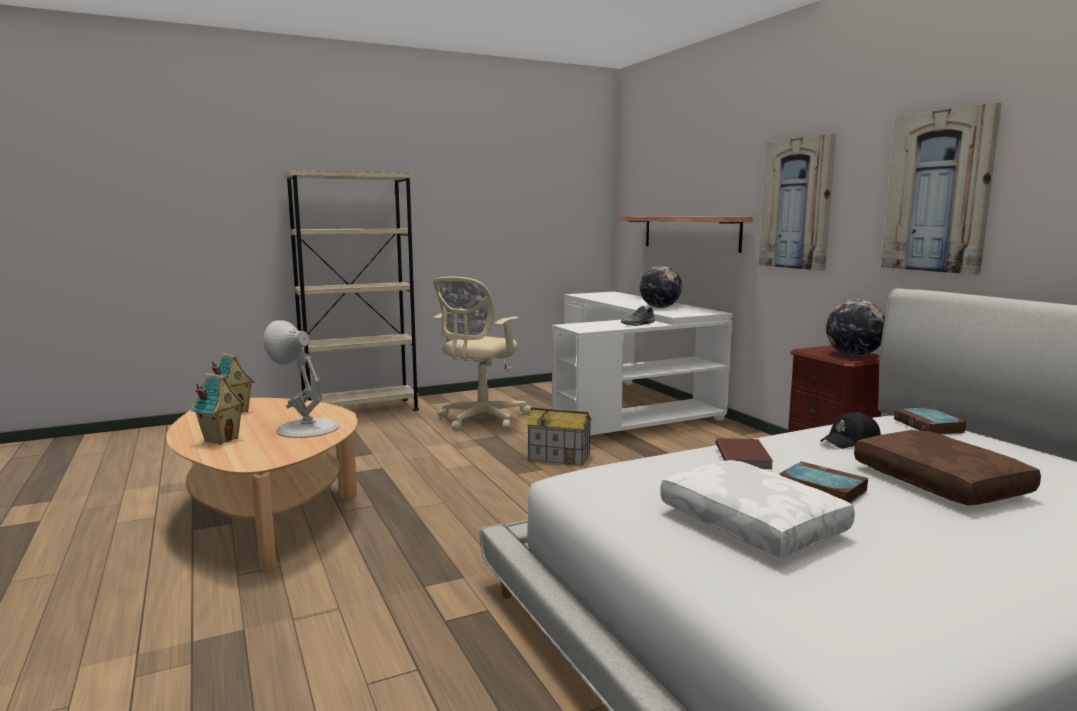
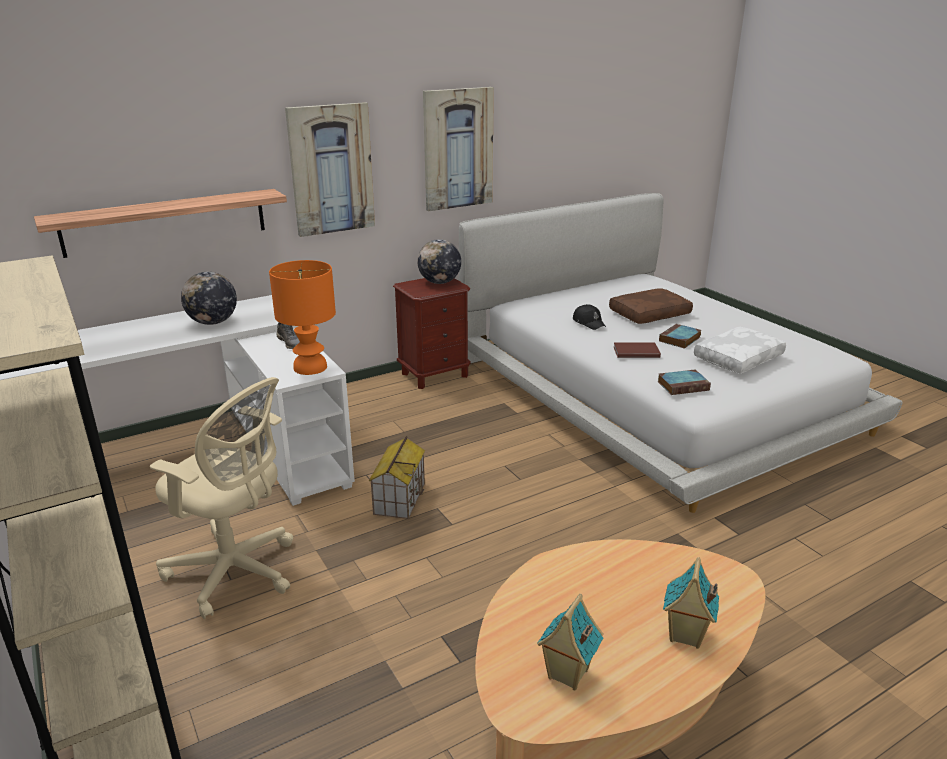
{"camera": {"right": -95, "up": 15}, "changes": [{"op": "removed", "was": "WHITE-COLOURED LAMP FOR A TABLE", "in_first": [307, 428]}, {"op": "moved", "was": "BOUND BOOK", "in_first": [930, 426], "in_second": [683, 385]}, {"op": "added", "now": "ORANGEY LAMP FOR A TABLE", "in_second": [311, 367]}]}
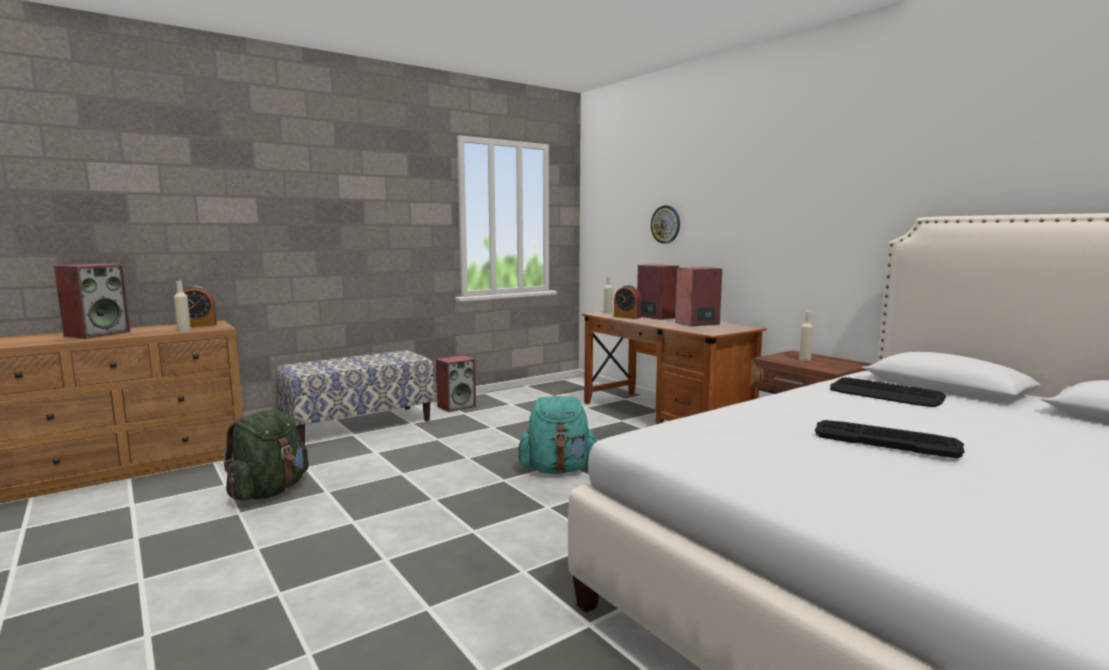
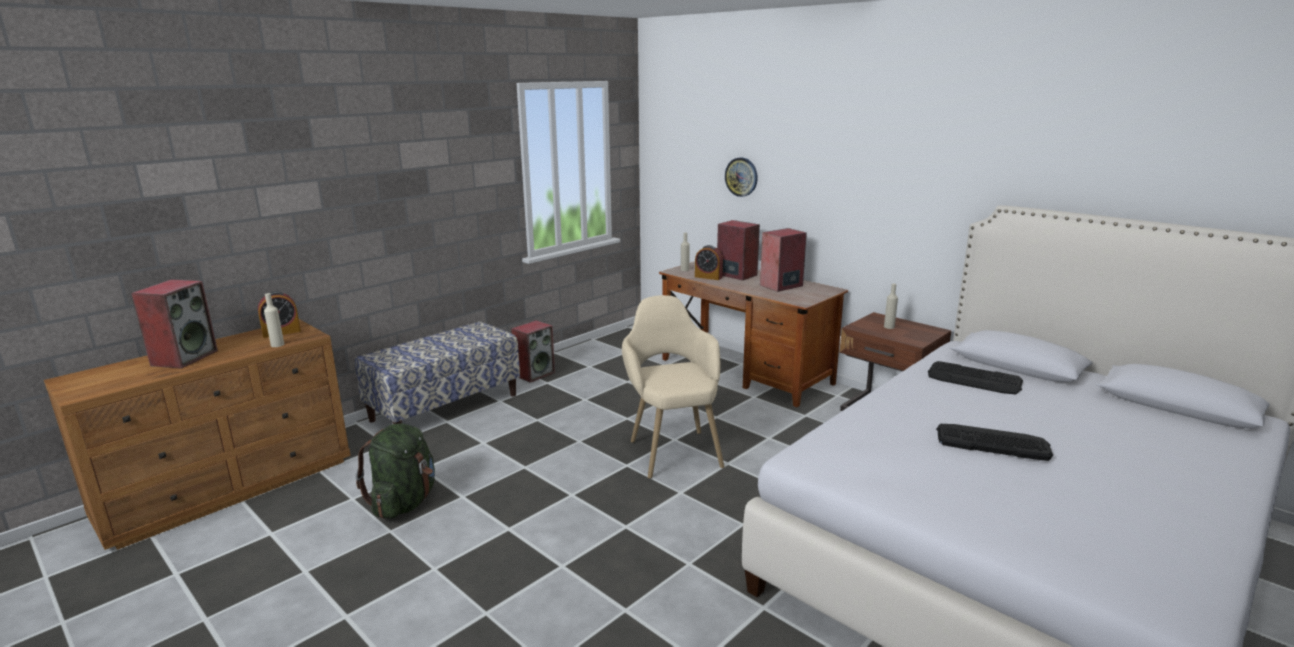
{"camera": {"right": -10, "up": 10}, "changes": [{"op": "replaced", "was": "BLUE-GREEN RUCKSACK", "now": "SAND-COLOURED ARMCHAIR", "in_first": [558, 469], "in_second": [672, 448]}]}
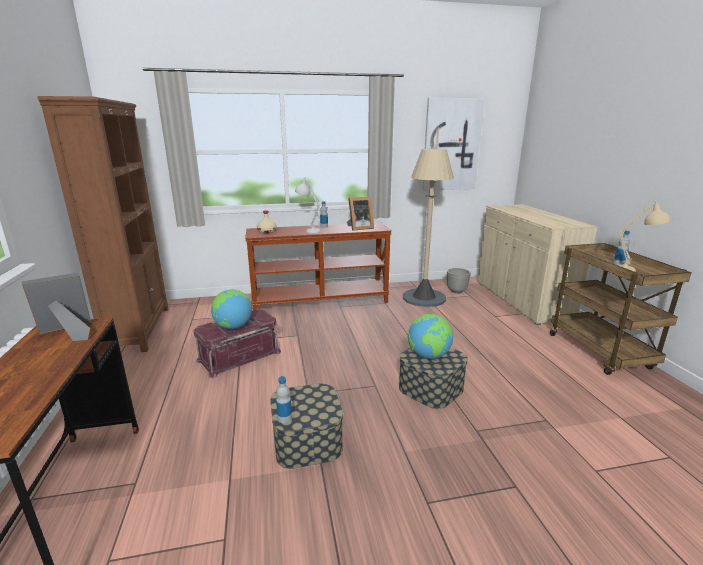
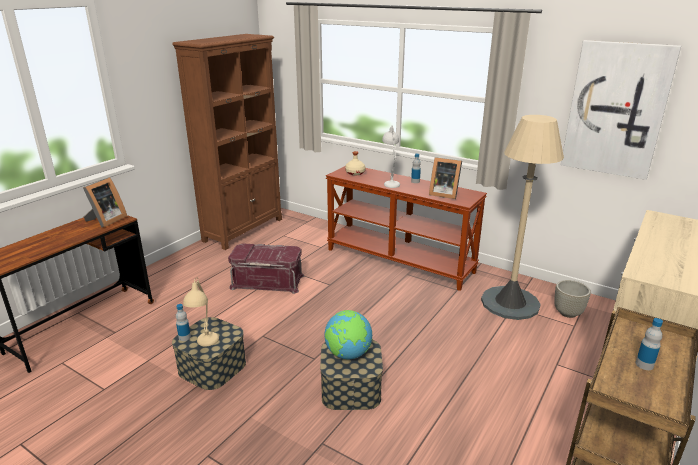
{"camera": {"right": 45, "up": 5}, "changes": [{"op": "moved", "was": "SAND-COLOURED LAMP FOR A TABLE", "in_first": [633, 272], "in_second": [205, 345]}, {"op": "turned", "was": "STANDING FRAME", "in_first": [69, 333], "in_second": [106, 220], "clockwise": 105}, {"op": "removed", "was": "GLOBE", "in_first": [233, 327]}]}
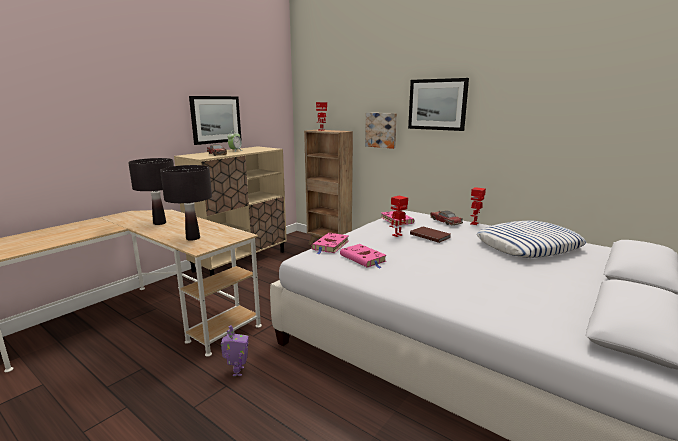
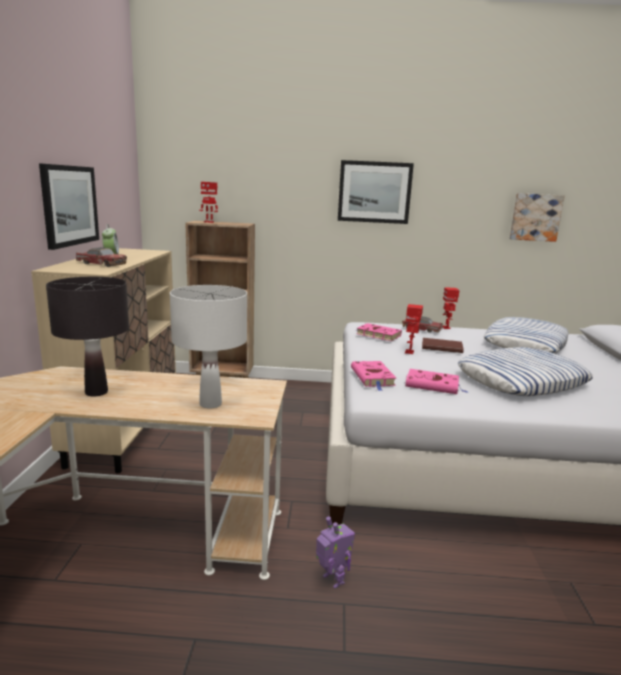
{"camera": {"right": -35, "up": 0}, "changes": [{"op": "moved", "was": "WALL PICTURE", "in_first": [381, 130], "in_second": [535, 217]}, {"op": "recoloured", "was": "BLACK-COLOURED LAMP FOR A TABLE", "now": "WHITE-COLOURED LAMP FOR A TABLE", "in_first": [193, 238], "in_second": [210, 404]}, {"op": "added", "now": "PILLOW", "in_second": [522, 380]}]}
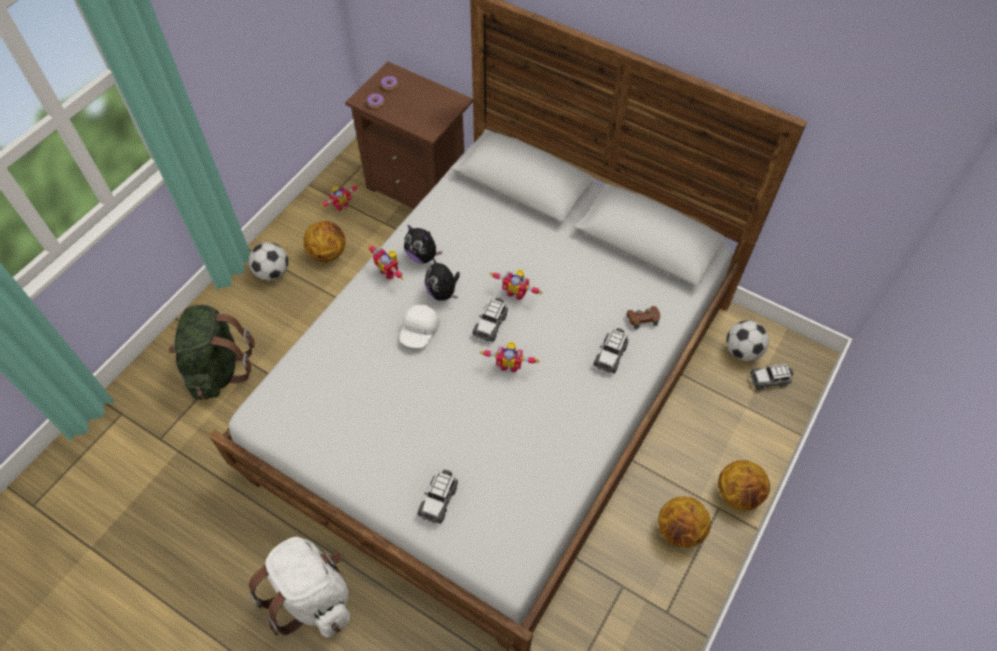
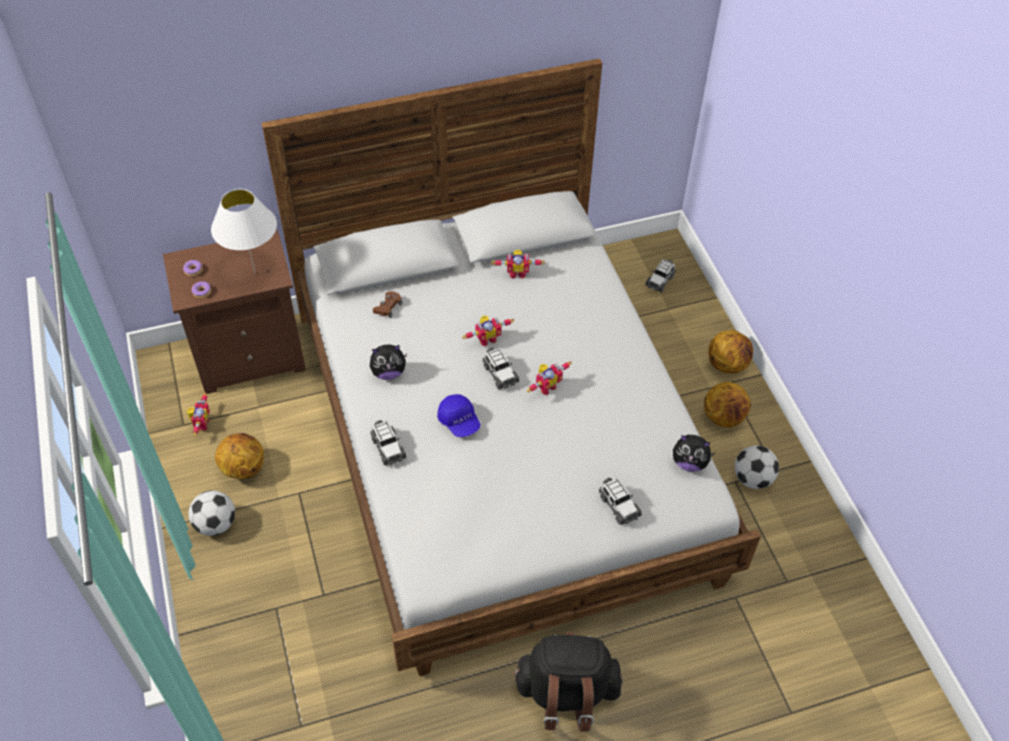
{"camera": {"right": -50, "up": -5}, "changes": [{"op": "moved", "was": "TOY ROBOT", "in_first": [390, 271], "in_second": [517, 273]}, {"op": "moved", "was": "SOFT TOY", "in_first": [443, 293], "in_second": [689, 462]}, {"op": "removed", "was": "GREEN RUCKSACK", "in_first": [218, 369]}, {"op": "recoloured", "was": "WHITE-COLOURED BASEBALL CAP", "now": "BLUE-COLOURED BASEBALL CAP", "in_first": [419, 331], "in_second": [459, 421]}, {"op": "moved", "was": "BROWNISH JOYPAD", "in_first": [643, 319], "in_second": [388, 307]}, {"op": "moved", "was": "BALL FOR FOOTBALL", "in_first": [742, 351], "in_second": [752, 478]}, {"op": "moved", "was": "MODEL CAR", "in_first": [610, 355], "in_second": [388, 448]}, {"op": "recoloured", "was": "WHITE-COLOURED RUCKSACK", "now": "BLACK-COLOURED RUCKSACK", "in_first": [312, 595], "in_second": [566, 693]}, {"op": "added", "now": "WHITE-COLOURED LAMP FOR A TABLE", "in_second": [254, 273]}]}
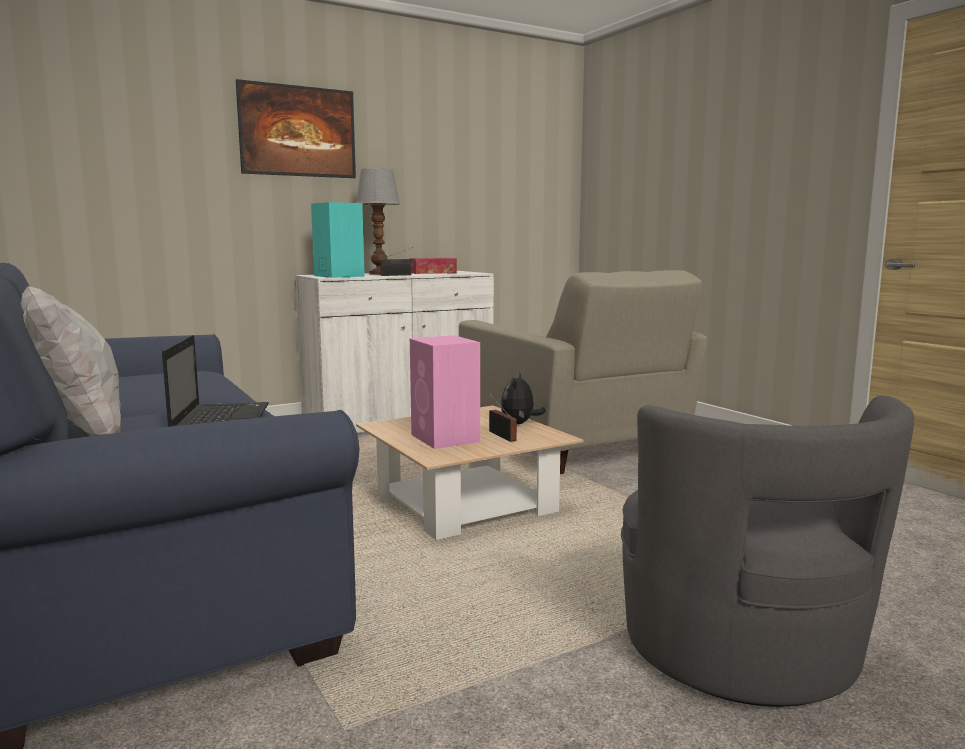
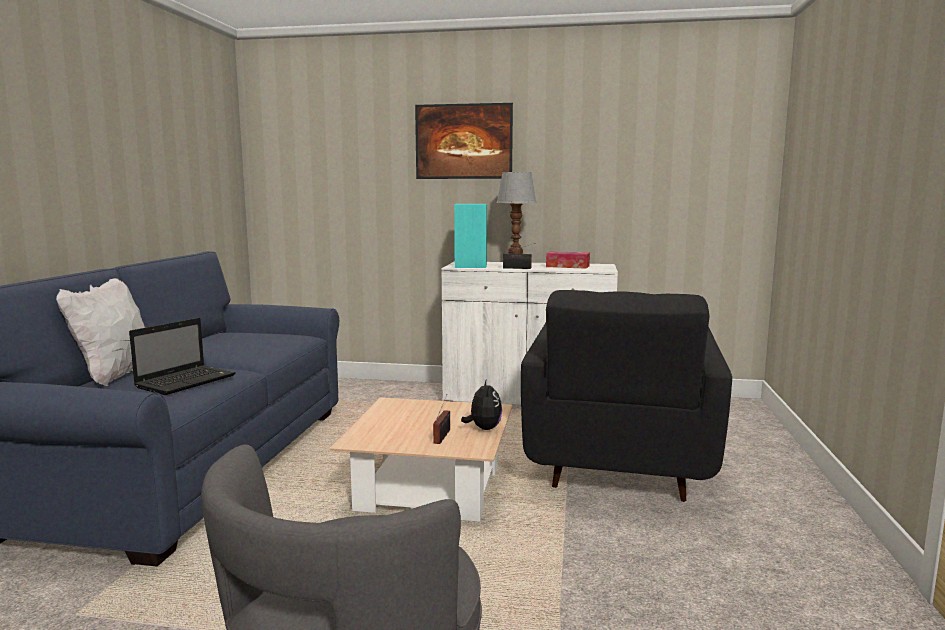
{"camera": {"right": 40, "up": 0}, "changes": [{"op": "recoloured", "was": "SAND-COLOURED ARMCHAIR", "now": "BLACK-COLOURED ARMCHAIR", "in_first": [574, 449], "in_second": [618, 466]}, {"op": "removed", "was": "PINK LOUDSPEAKER", "in_first": [445, 438]}, {"op": "turned", "was": "SOFT TOY", "in_first": [519, 424], "in_second": [483, 428], "clockwise": 120}]}
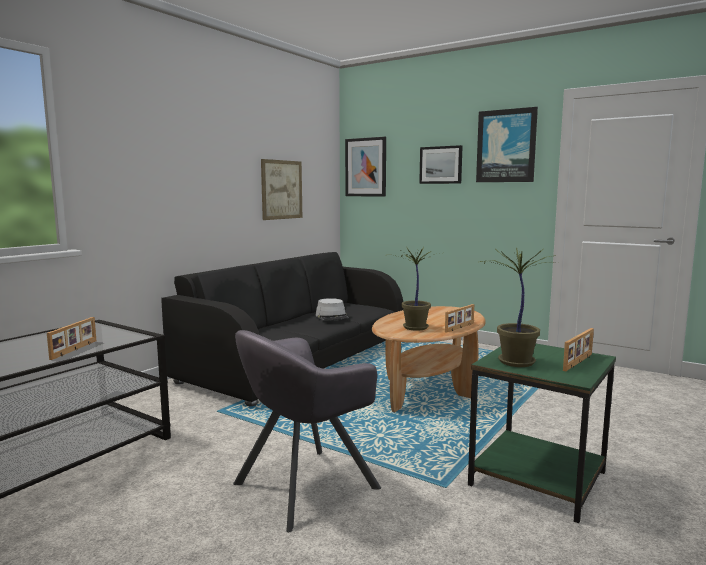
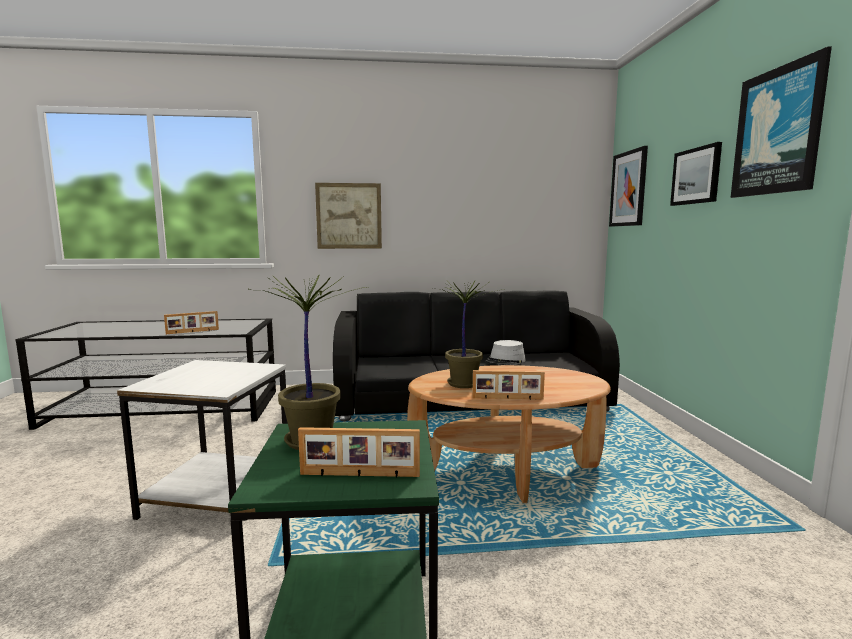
{"camera": {"right": 50, "up": 0}, "changes": [{"op": "moved", "was": "WALL PICTURE", "in_first": [281, 189], "in_second": [349, 216]}, {"op": "replaced", "was": "GRAY ARMCHAIR", "now": "WHITE-COLOURED END TABLE", "in_first": [304, 486], "in_second": [217, 494]}]}
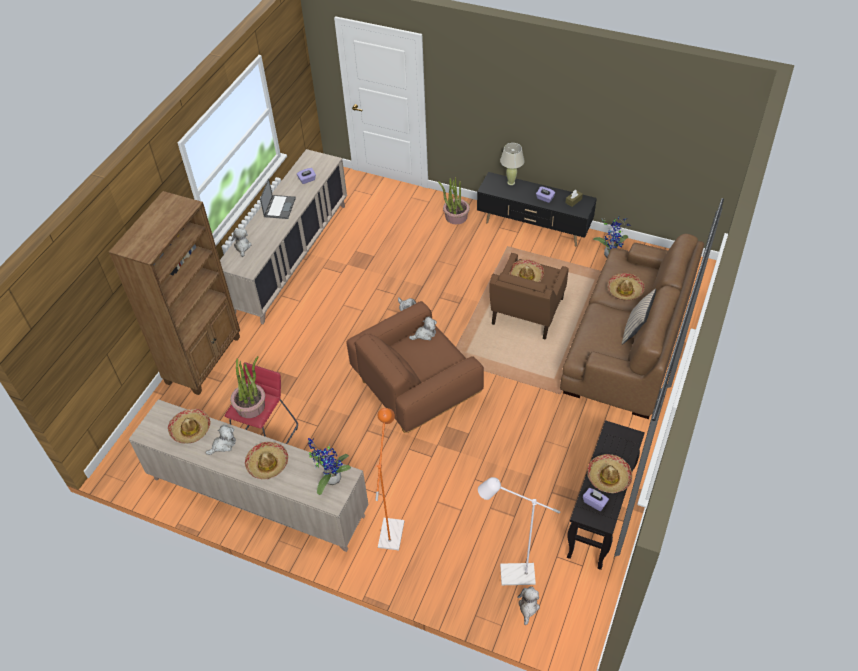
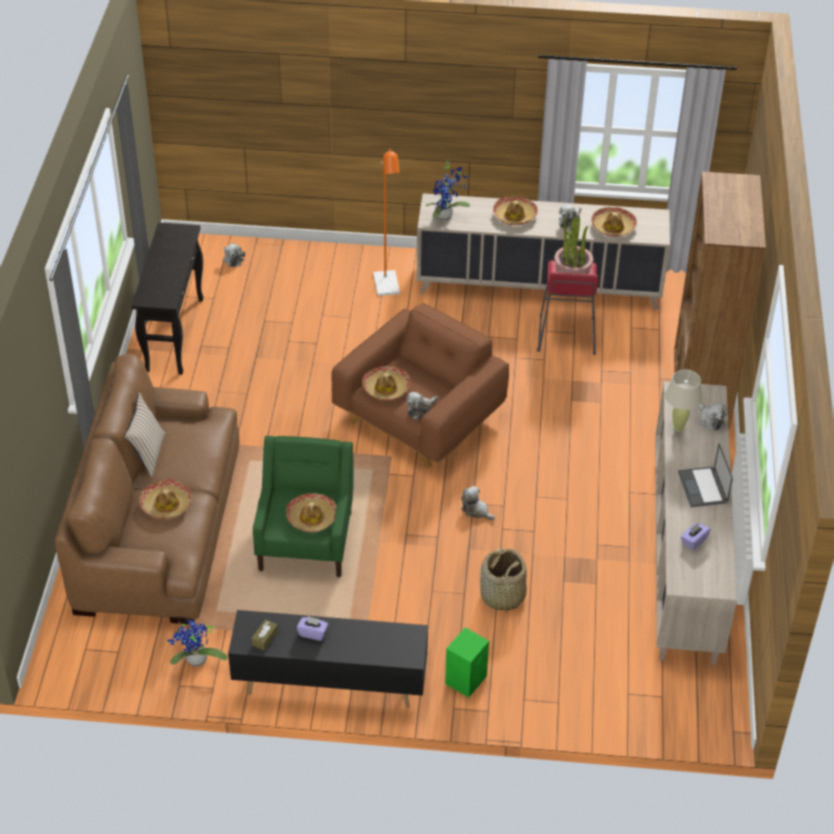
{"camera": {"right": 160, "up": -5}, "changes": [{"op": "moved", "was": "SAND-COLOURED LAMP FOR A TABLE", "in_first": [511, 182], "in_second": [678, 428]}, {"op": "replaced", "was": "POTTED PLANT", "now": "GREEN LOUDSPEAKER", "in_first": [456, 216], "in_second": [466, 679]}, {"op": "recoloured", "was": "BROWNISH ARMCHAIR", "now": "GREEN ARMCHAIR", "in_first": [526, 312], "in_second": [306, 540]}, {"op": "moved", "was": "WEARABLE HAT", "in_first": [608, 477], "in_second": [386, 388]}, {"op": "removed", "was": "WHITE-COLOURED FLOOR LAMP", "in_first": [510, 575]}, {"op": "removed", "was": "PURPLE-COLOURED BOX OF TISSUES", "in_first": [594, 502]}, {"op": "added", "now": "BASKET", "in_second": [502, 596]}]}
